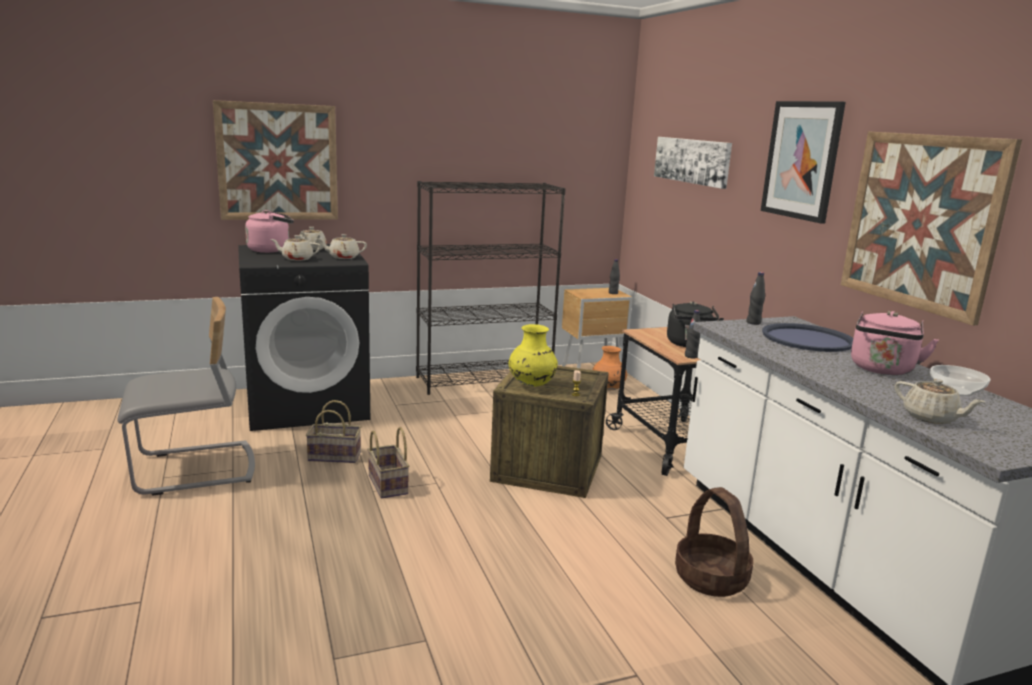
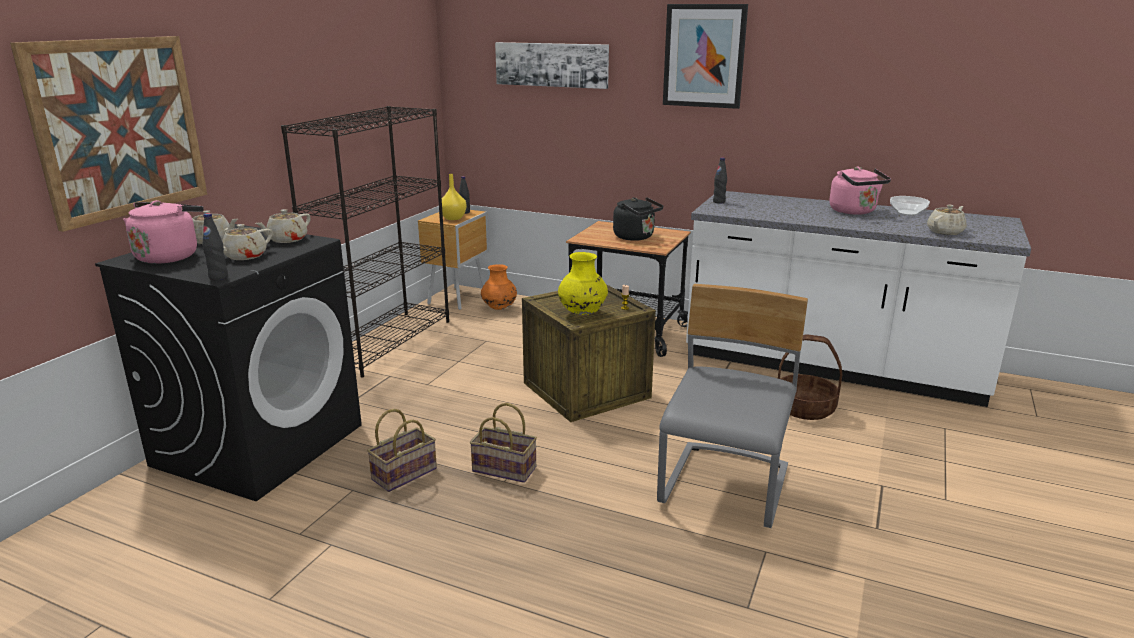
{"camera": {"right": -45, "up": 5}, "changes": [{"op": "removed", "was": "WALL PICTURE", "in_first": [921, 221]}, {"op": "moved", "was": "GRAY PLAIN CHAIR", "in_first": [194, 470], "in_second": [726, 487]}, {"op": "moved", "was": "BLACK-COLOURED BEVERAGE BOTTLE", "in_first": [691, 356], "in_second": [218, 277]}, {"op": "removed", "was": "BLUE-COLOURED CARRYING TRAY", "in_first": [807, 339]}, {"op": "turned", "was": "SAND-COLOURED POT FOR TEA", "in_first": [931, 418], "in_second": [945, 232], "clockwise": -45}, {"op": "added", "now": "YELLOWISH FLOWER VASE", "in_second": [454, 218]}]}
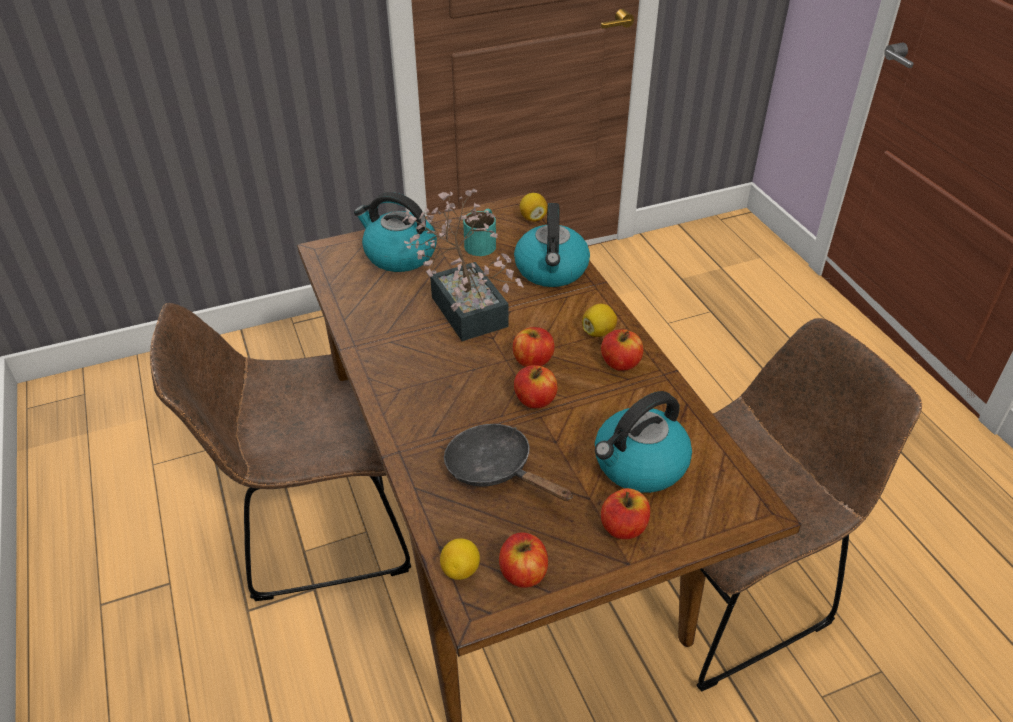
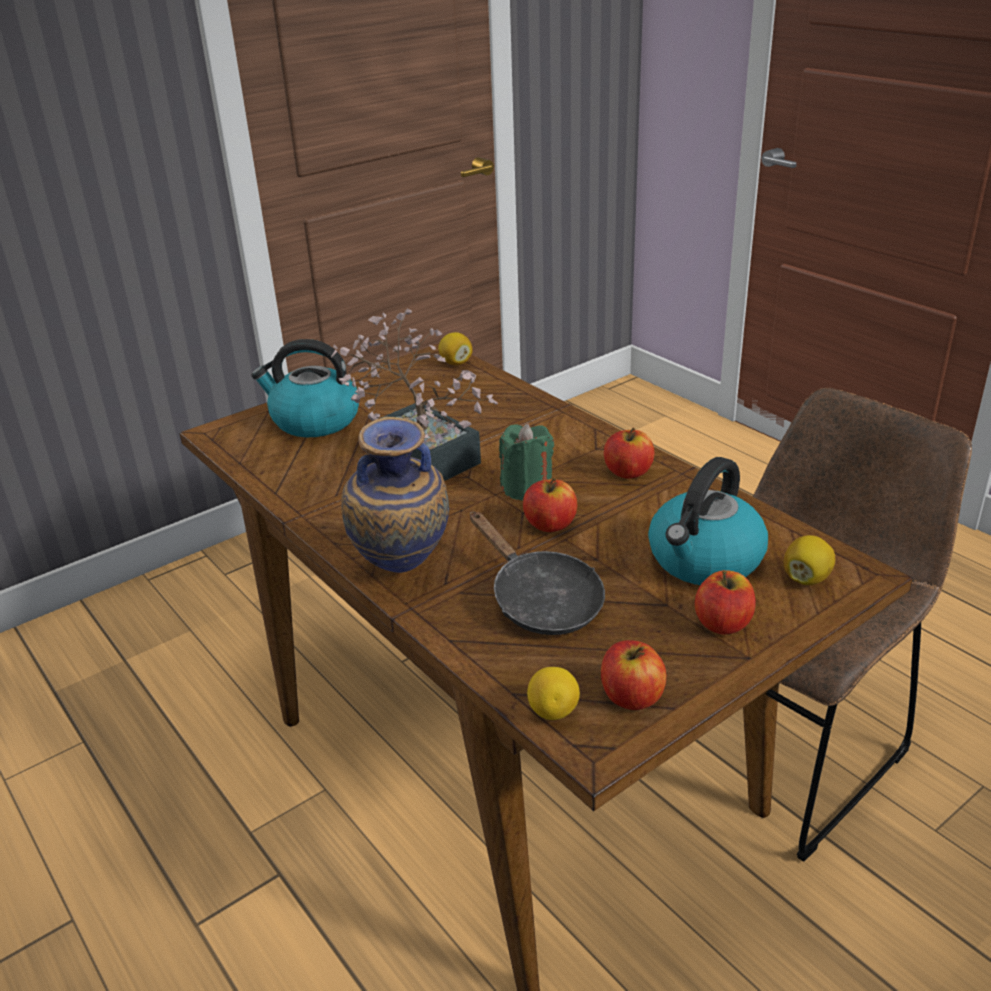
{"camera": {"right": -15, "up": -10}, "changes": [{"op": "removed", "was": "WATER KETTLE", "in_first": [551, 270]}, {"op": "removed", "was": "BLUE-GREEN COFFEE MUG", "in_first": [483, 242]}, {"op": "removed", "was": "BROWNISH PLAIN CHAIR", "in_first": [315, 529]}, {"op": "moved", "was": "WHOLE LEMON", "in_first": [598, 332], "in_second": [806, 578]}, {"op": "replaced", "was": "WHOLE APPLE", "now": "GREEN CANDLE", "in_first": [533, 360], "in_second": [527, 488]}, {"op": "turned", "was": "BLACK-COLOURED FRYING PAN", "in_first": [495, 469], "in_second": [540, 600], "clockwise": -150}, {"op": "added", "now": "FLOWER VASE", "in_second": [402, 575]}]}
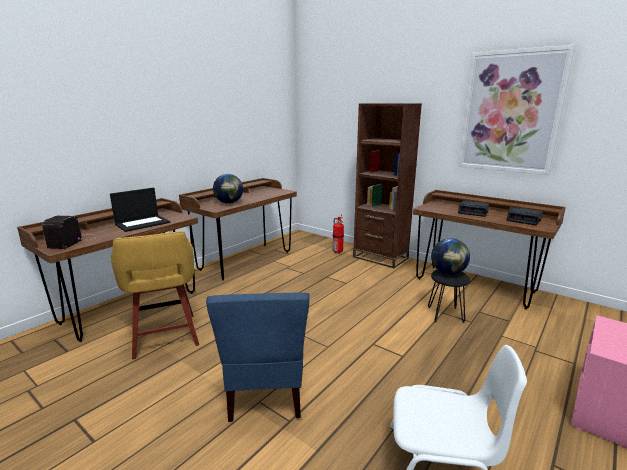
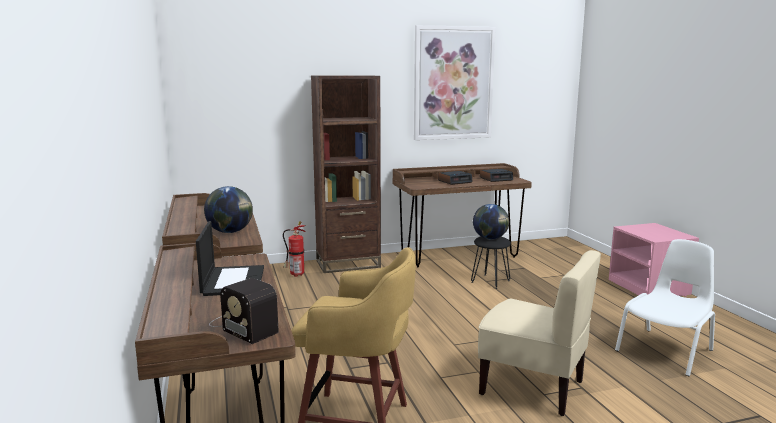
{"camera": {"right": -55, "up": -5}, "changes": [{"op": "recoloured", "was": "BLUE-COLOURED PLAIN CHAIR", "now": "SAND-COLOURED PLAIN CHAIR", "in_first": [266, 392], "in_second": [532, 387]}]}
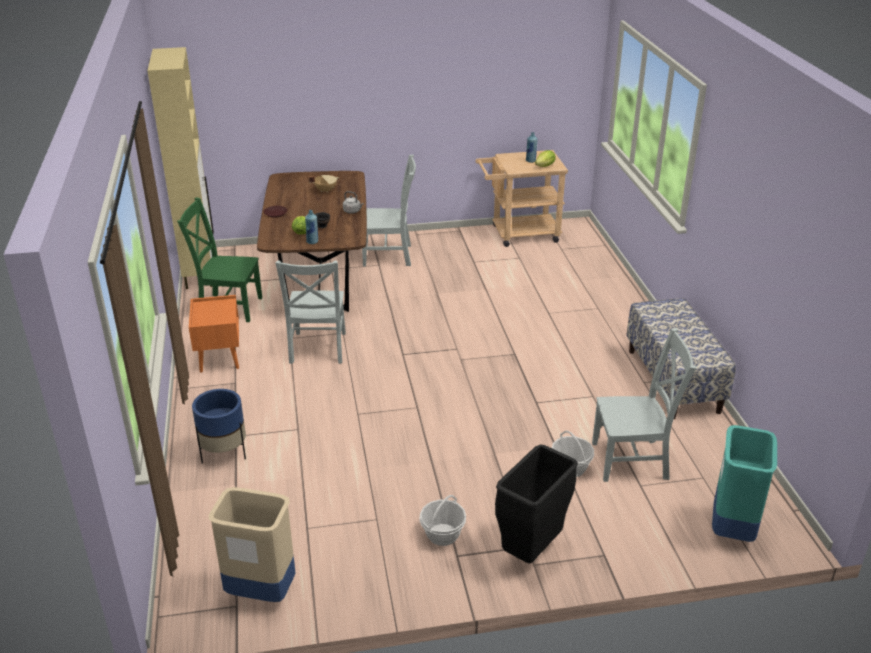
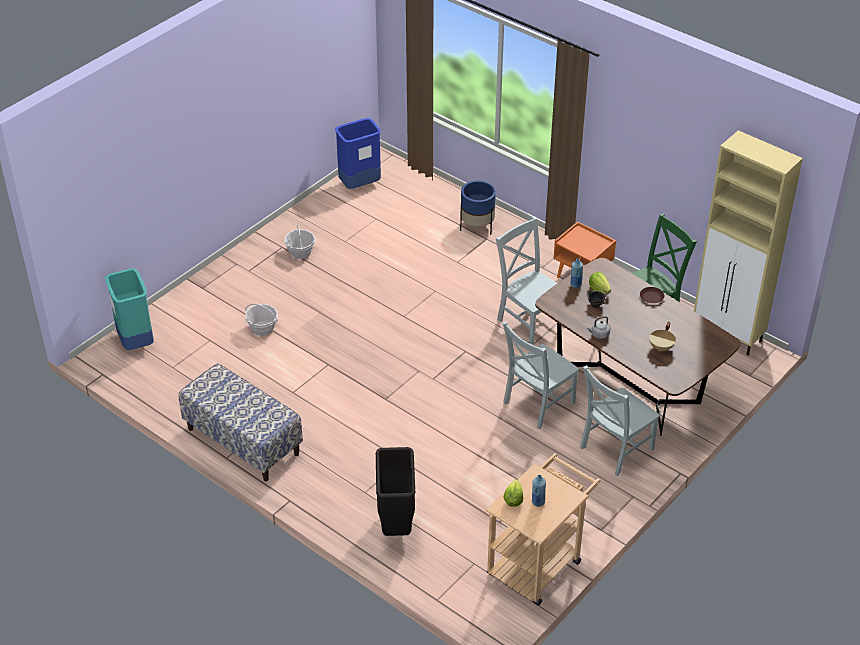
{"camera": {"right": 140, "up": 10}, "changes": [{"op": "moved", "was": "GRAY PLAIN CHAIR", "in_first": [633, 460], "in_second": [536, 404]}, {"op": "moved", "was": "BLACK-COLOURED WASTE BIN", "in_first": [532, 551], "in_second": [395, 525]}, {"op": "recoloured", "was": "SAND-COLOURED WASTE BIN", "now": "BLUE-COLOURED WASTE BIN", "in_first": [261, 592], "in_second": [359, 184]}]}
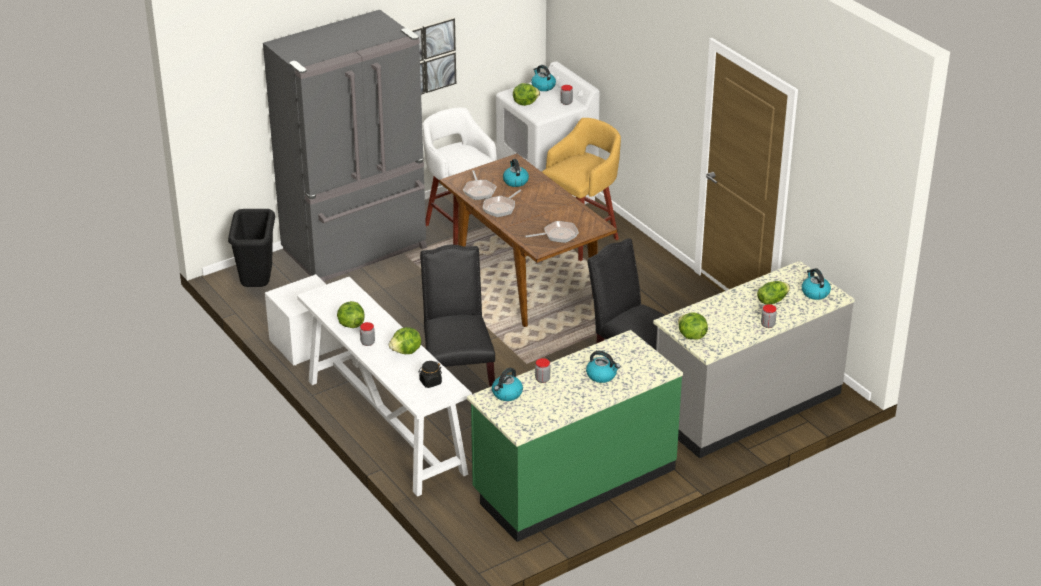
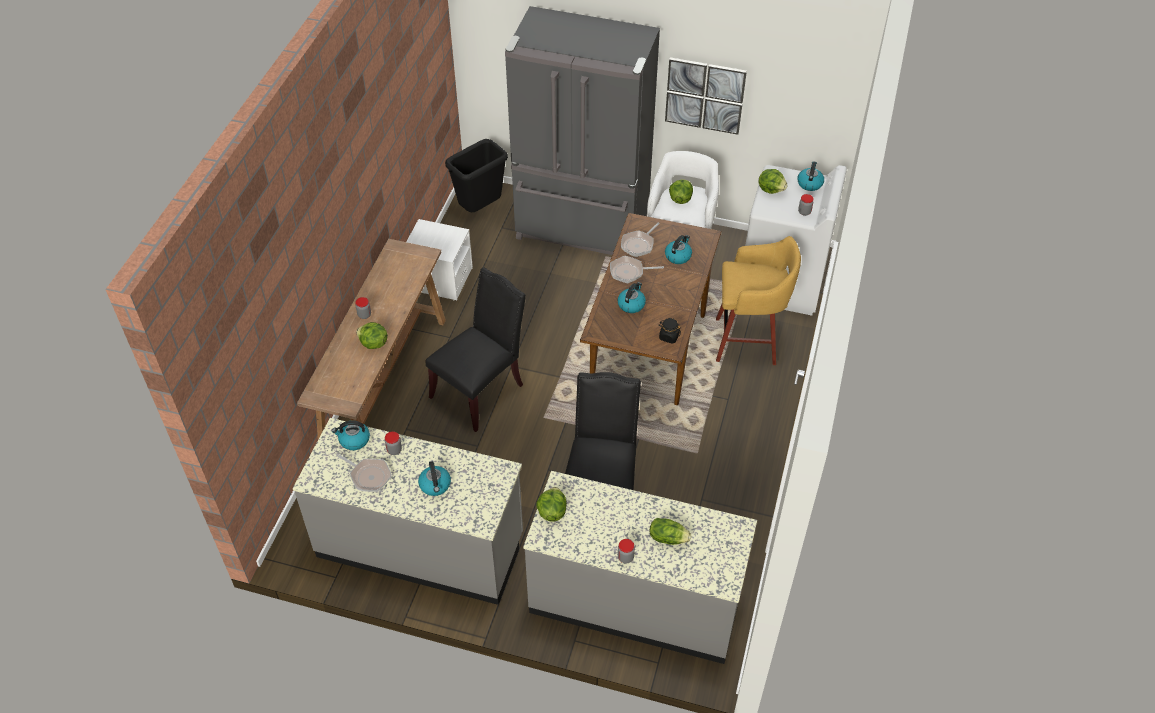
{"camera": {"right": 50, "up": 15}, "changes": [{"op": "moved", "was": "FRYING PAN", "in_first": [558, 235], "in_second": [368, 476]}, {"op": "moved", "was": "WATER KETTLE", "in_first": [815, 293], "in_second": [631, 304]}, {"op": "recoloured", "was": "WHITE-COLOURED CONSOLE TABLE", "now": "BROWNISH CONSOLE TABLE", "in_first": [385, 425], "in_second": [386, 386]}, {"op": "moved", "was": "LETTUCE", "in_first": [350, 324], "in_second": [680, 199]}, {"op": "recoloured", "was": "GREEN KITCHEN BASE UNIT", "now": "GRAY KITCHEN BASE UNIT", "in_first": [573, 482], "in_second": [421, 545]}, {"op": "moved", "was": "BLACK-COLOURED STORAGE JAR", "in_first": [430, 382], "in_second": [669, 336]}]}
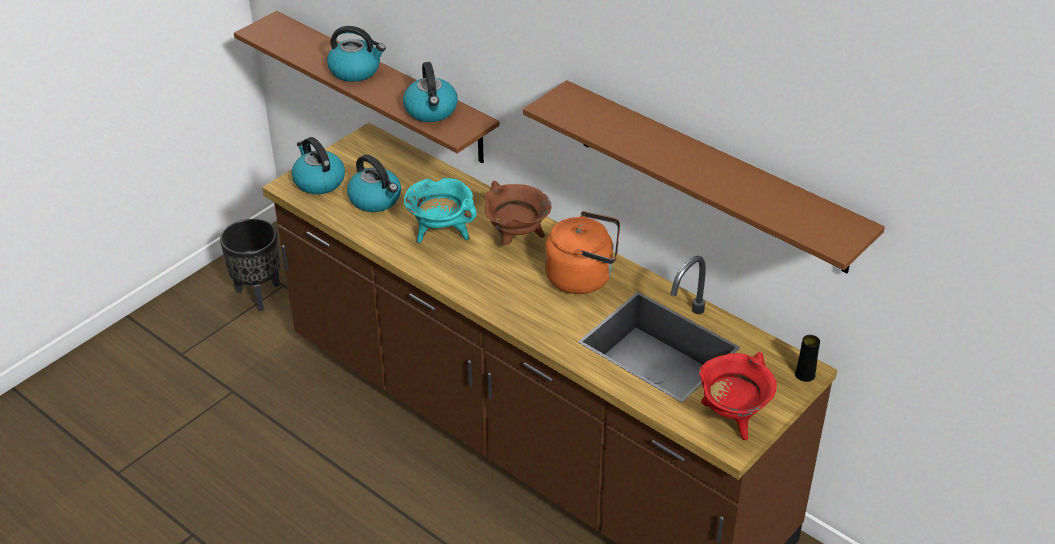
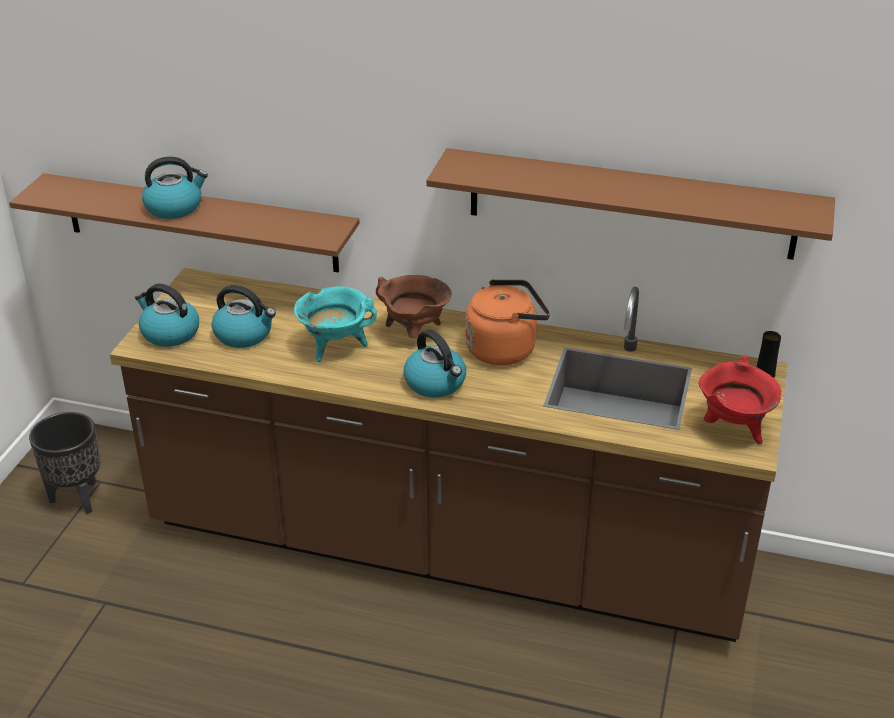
{"camera": {"right": -25, "up": -5}, "changes": [{"op": "moved", "was": "WATER KETTLE", "in_first": [431, 111], "in_second": [436, 383]}]}
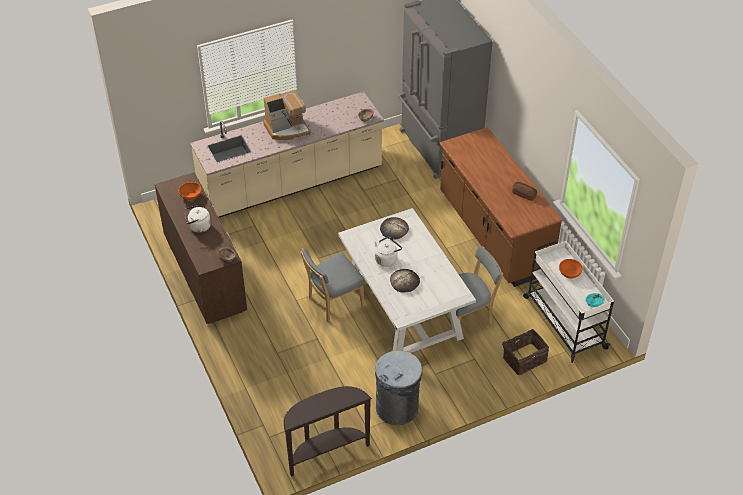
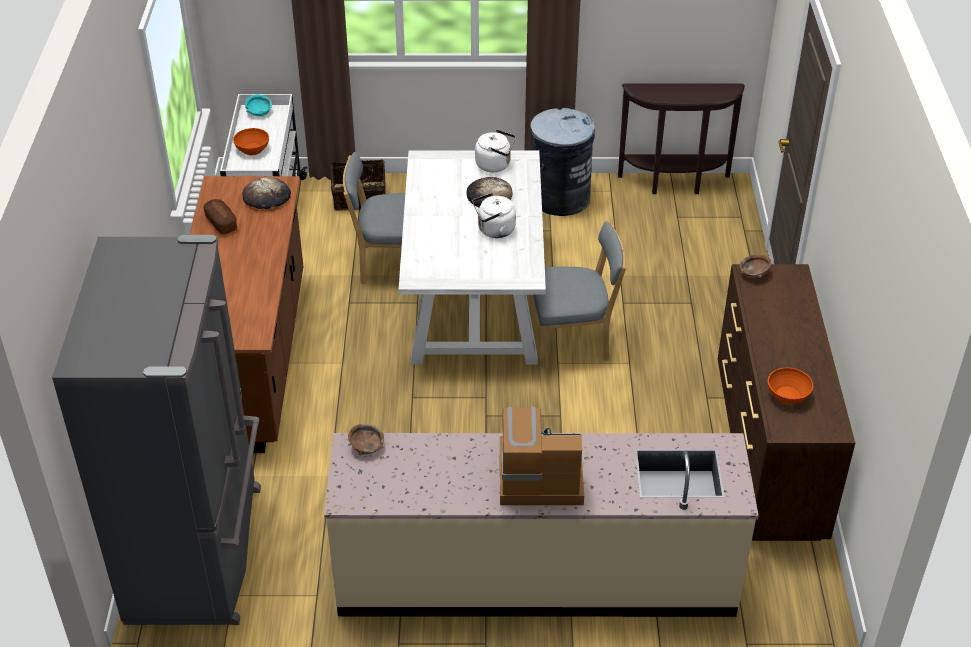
{"camera": {"right": -155, "up": -5}, "changes": [{"op": "moved", "was": "WHITE-COLOURED WATER KETTLE", "in_first": [198, 227], "in_second": [495, 165]}, {"op": "moved", "was": "BAKERY BREAD", "in_first": [394, 229], "in_second": [267, 197]}]}
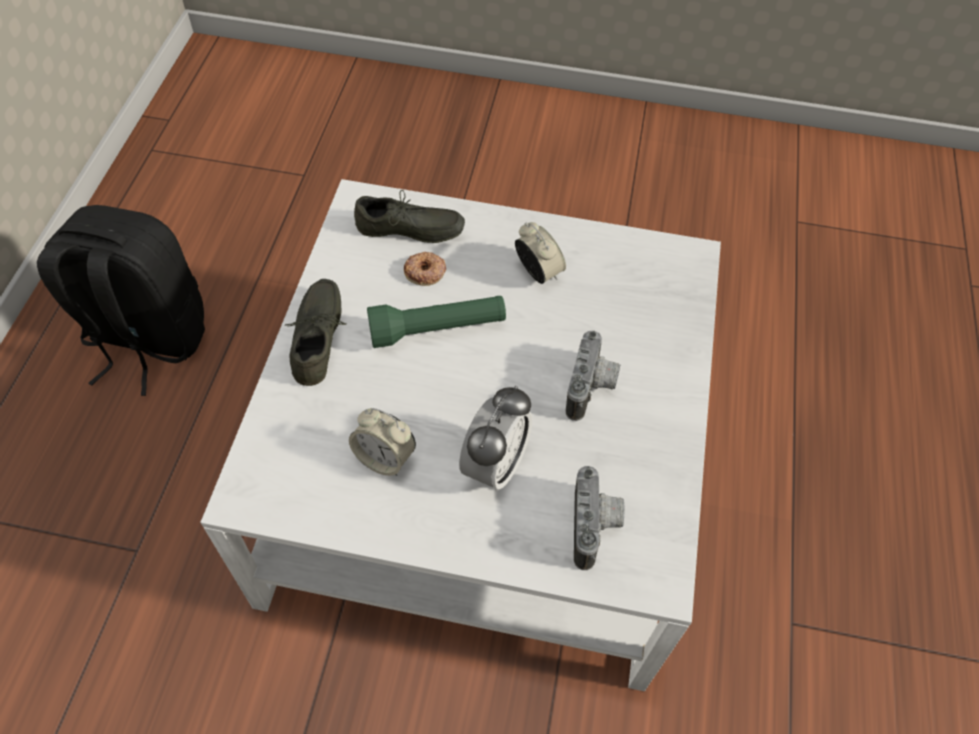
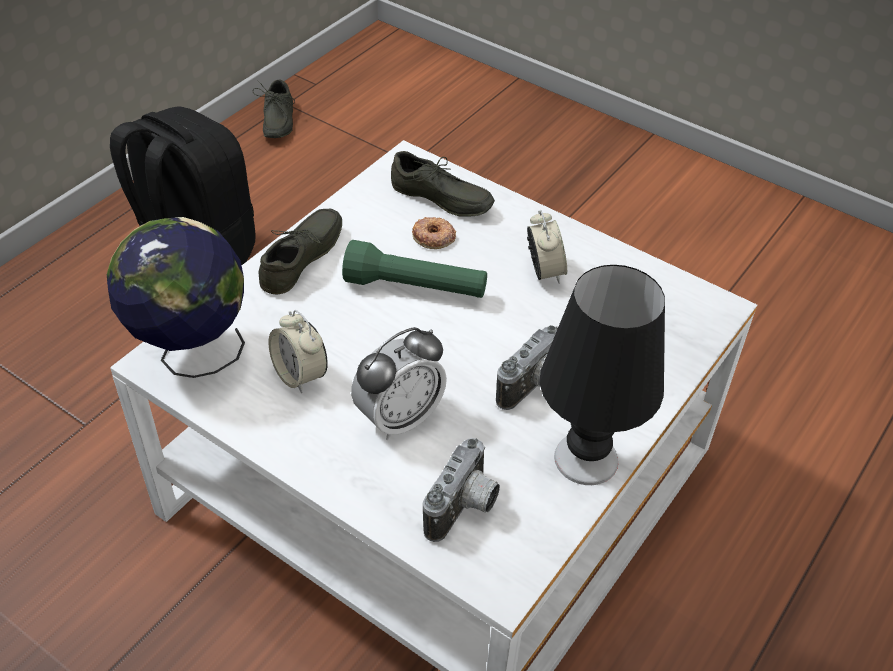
{"camera": {"right": 25, "up": -10}, "changes": [{"op": "added", "now": "GRAY ITEM OF FOOTWEAR", "in_second": [275, 121]}, {"op": "added", "now": "GLOBE", "in_second": [191, 354]}, {"op": "added", "now": "BLACK-COLOURED LAMP FOR A TABLE", "in_second": [585, 459]}]}
